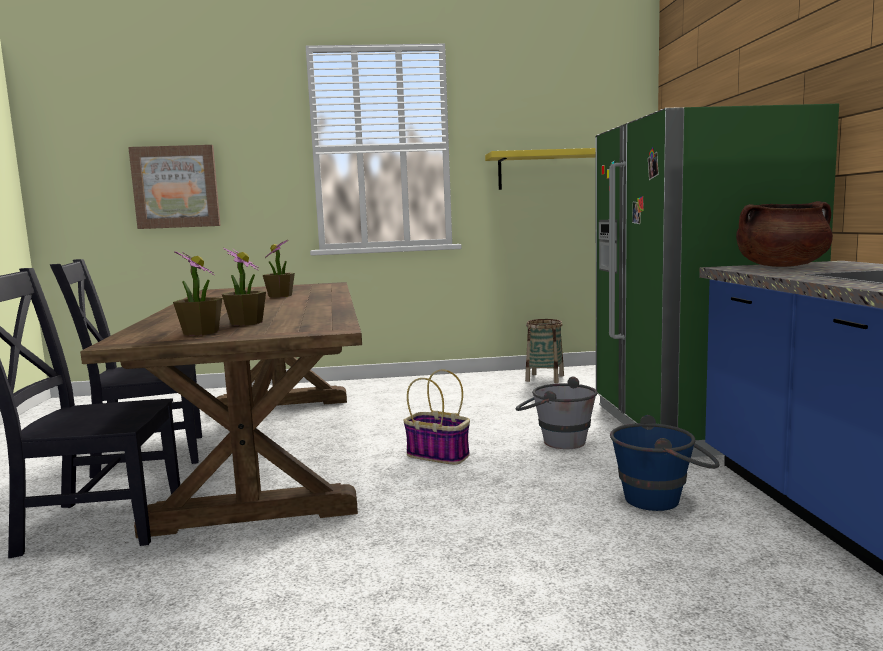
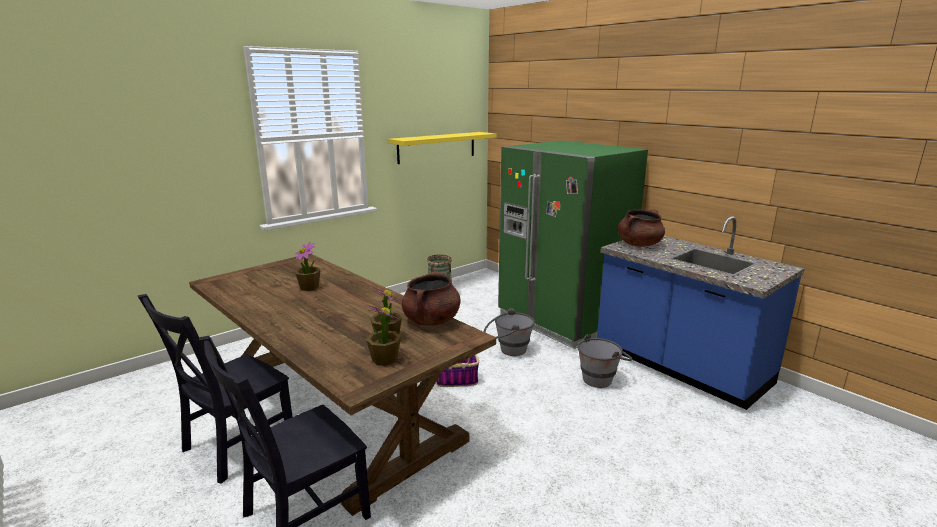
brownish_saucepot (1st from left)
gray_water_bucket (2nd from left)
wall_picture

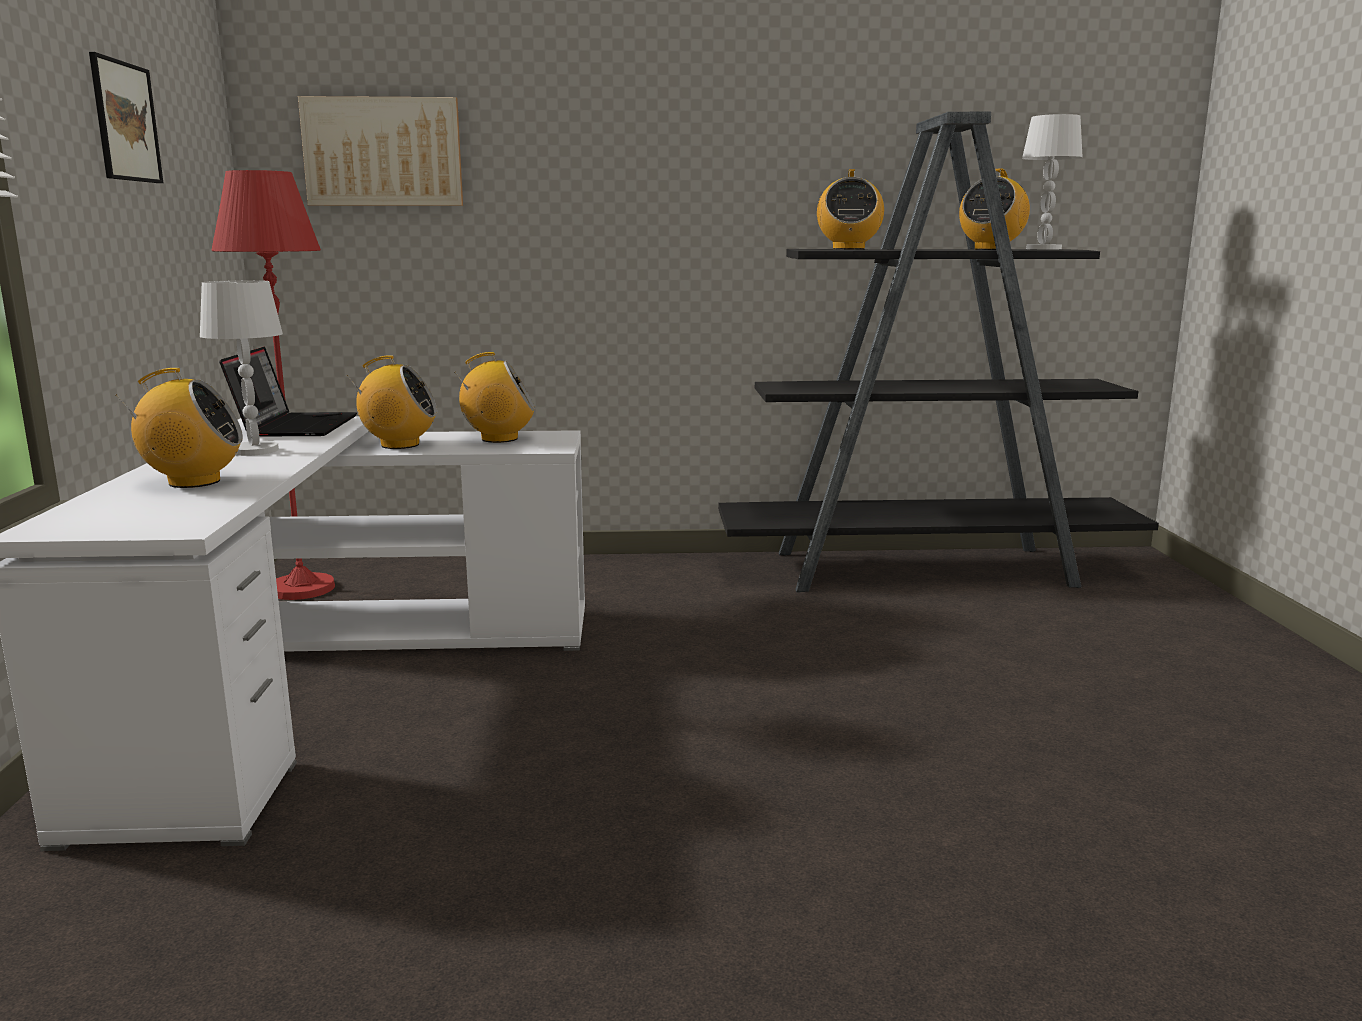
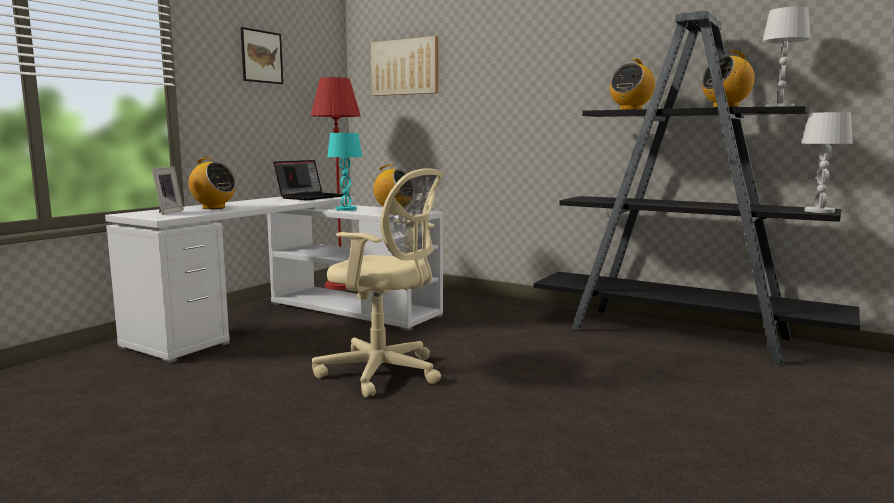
picture_frame
beige-coloured_computer_chair
blue-green_tabletop_lamp
whitish_tabletop_lamp (2nd from left)

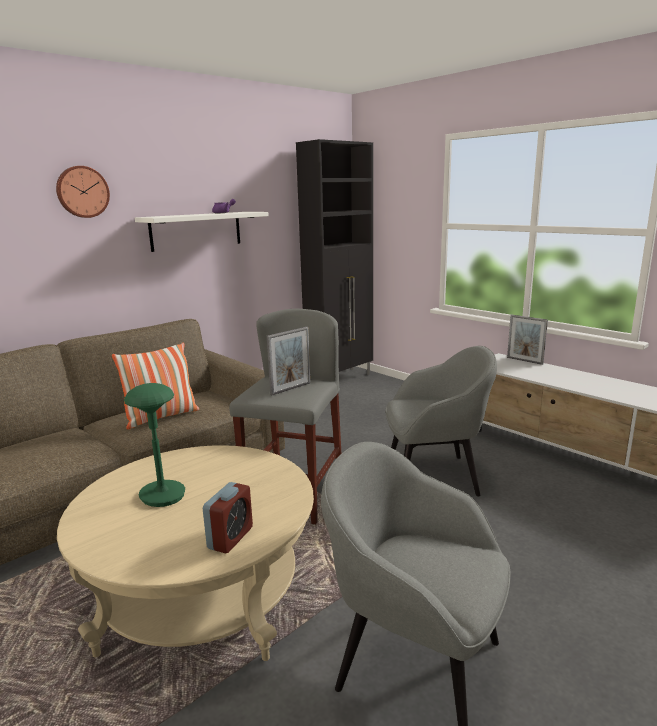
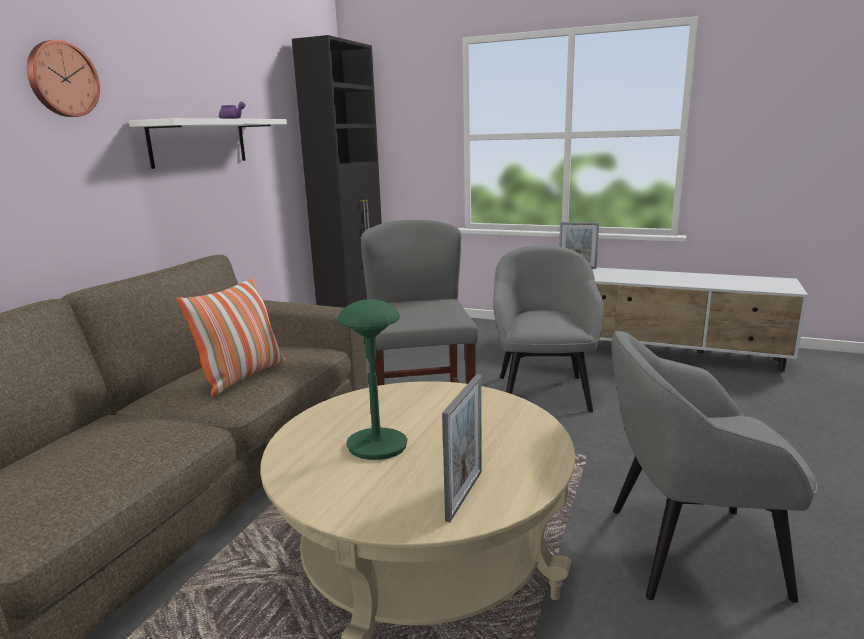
picture_frame (1st from left)
gray_easy_chair (1st from left)
table_clock

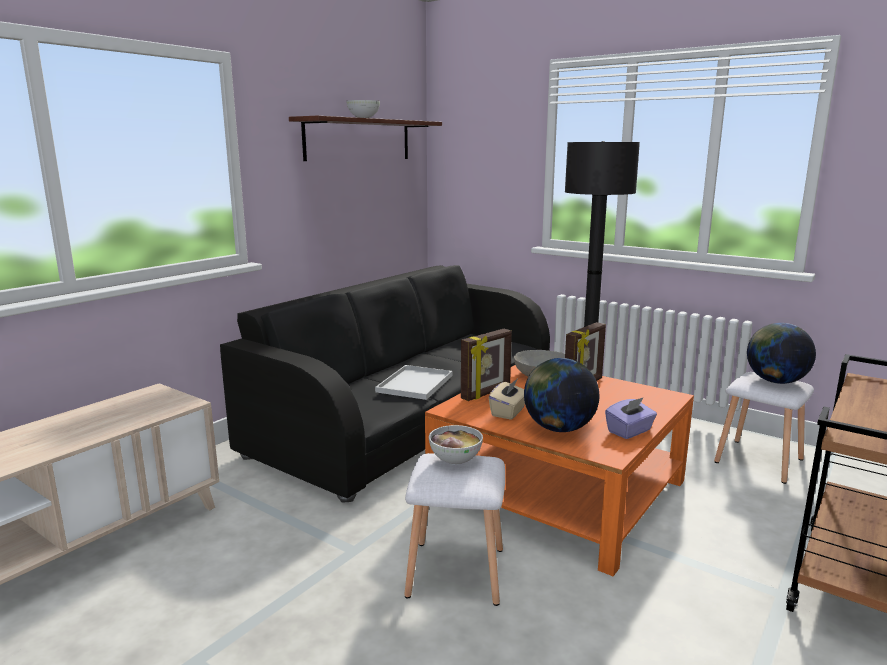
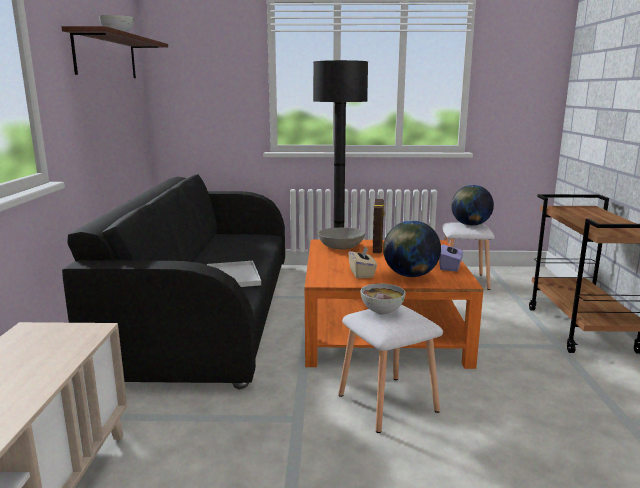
picture_frame (1st from left in the first image)

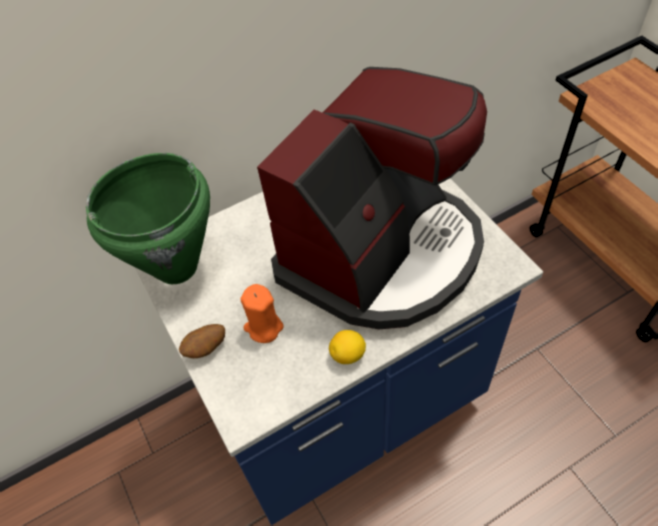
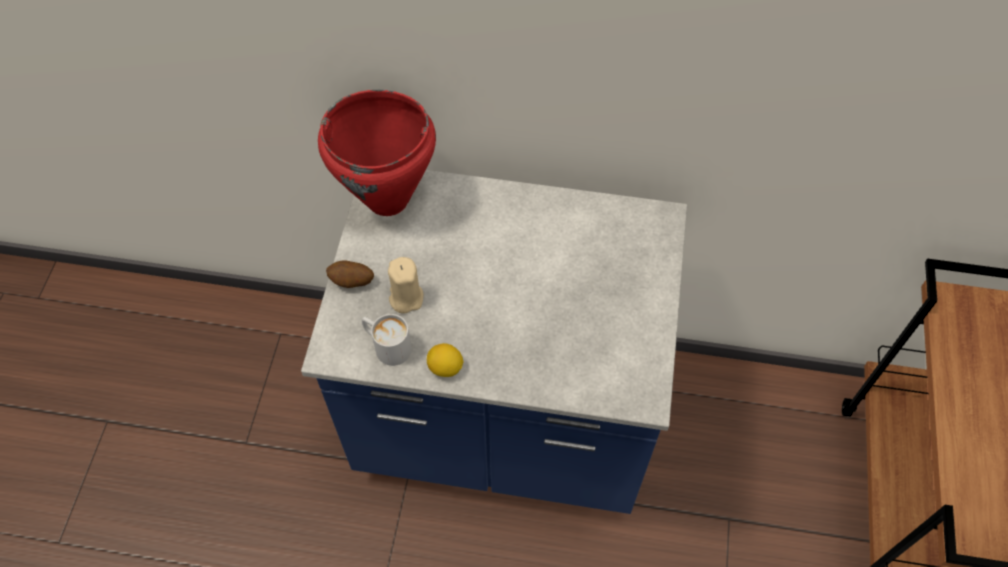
reddish_saucepot
whitish_tea_mug
beige-coloured_wax_light
coffee_brewer

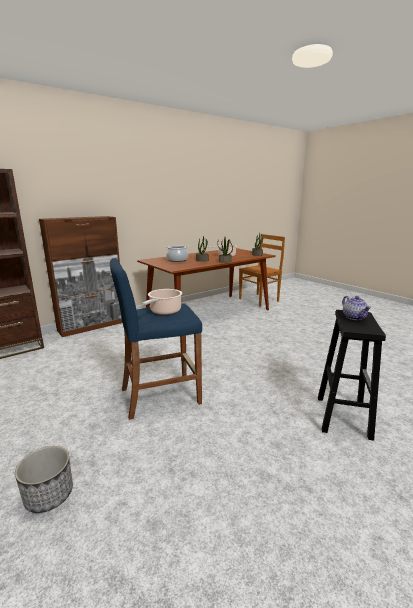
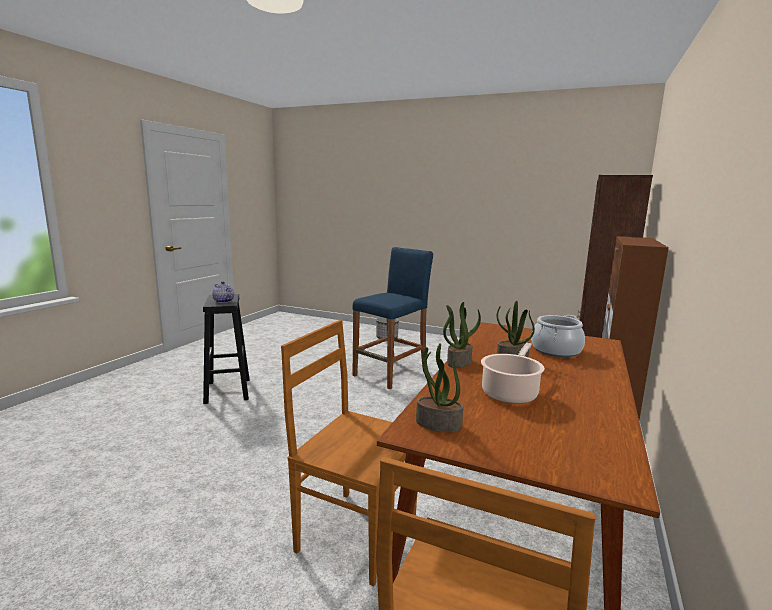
brownish_upright_chair (1st from left)
saucepot (1st from left in the first image)

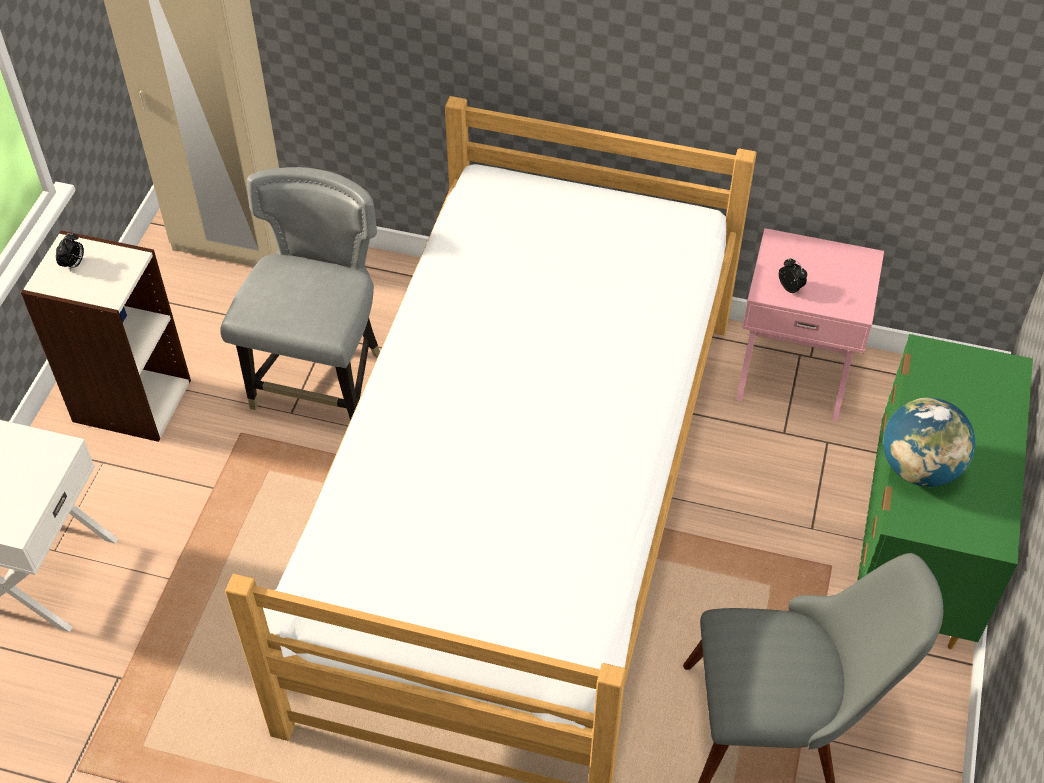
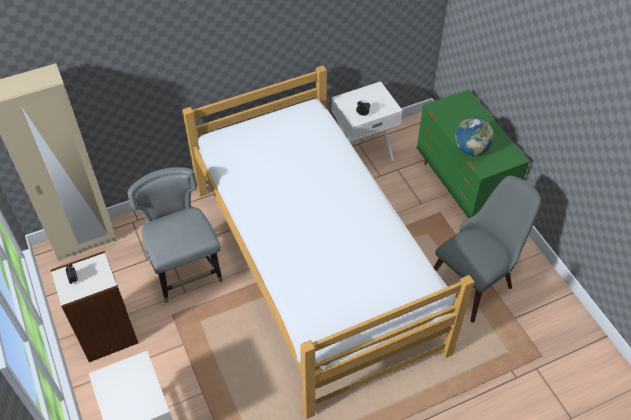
whitish_night_table (2nd from left)

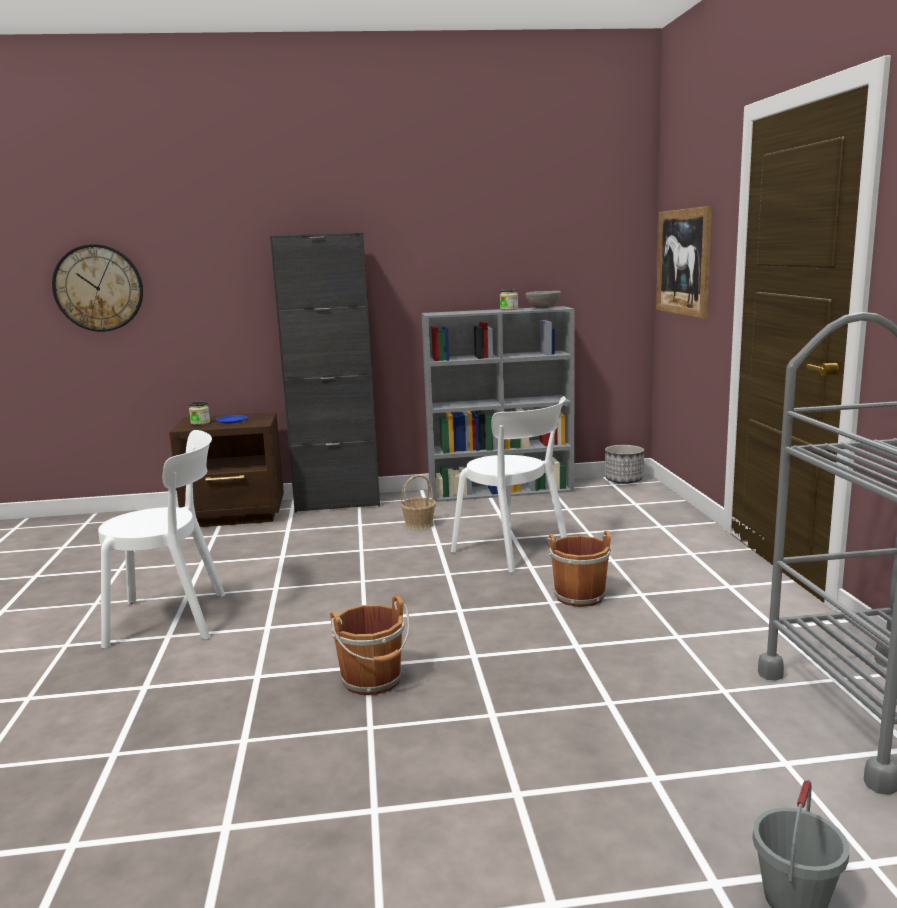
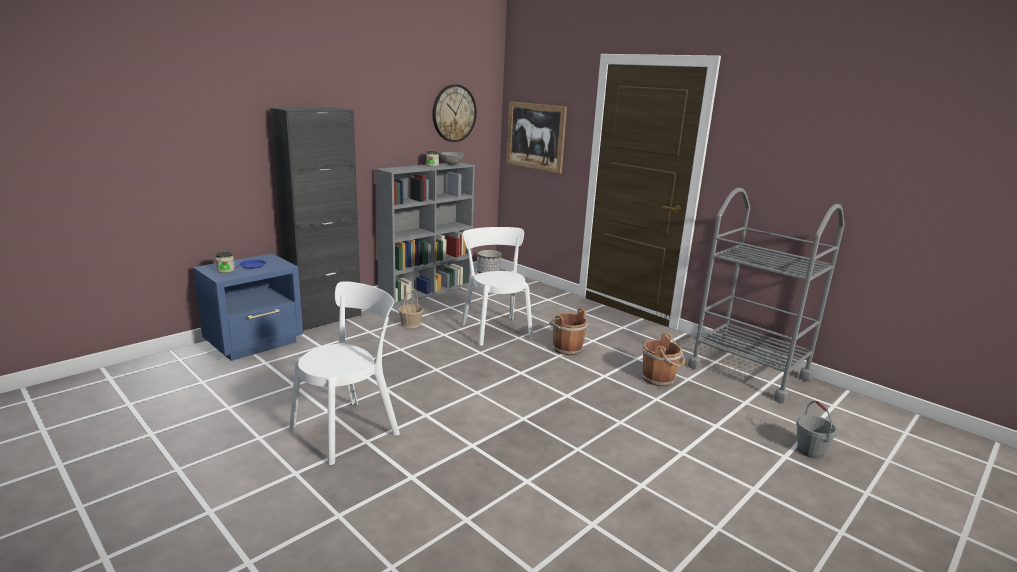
blue-coloured_night_table
hanging_clock
whitish_upright_chair (2nd from left)
brownish_water_bucket (2nd from left)

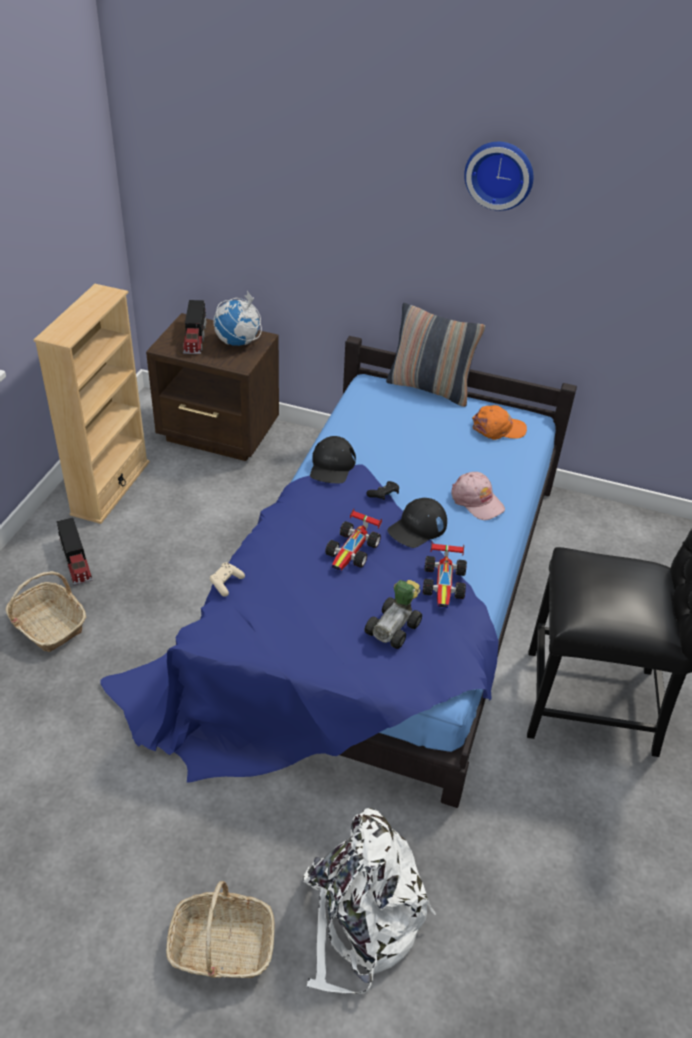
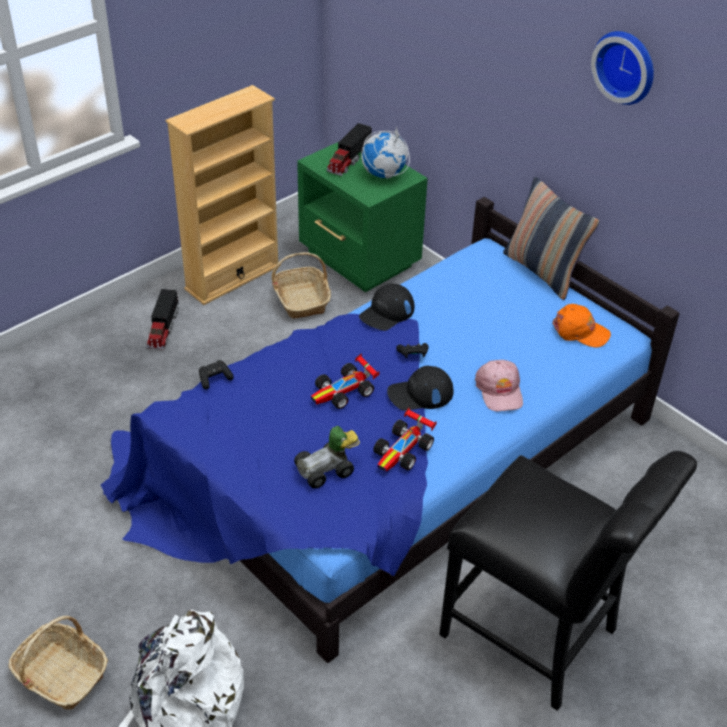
black_joypad (1st from left)
household_basket (2nd from left)
green-coloured_night_table

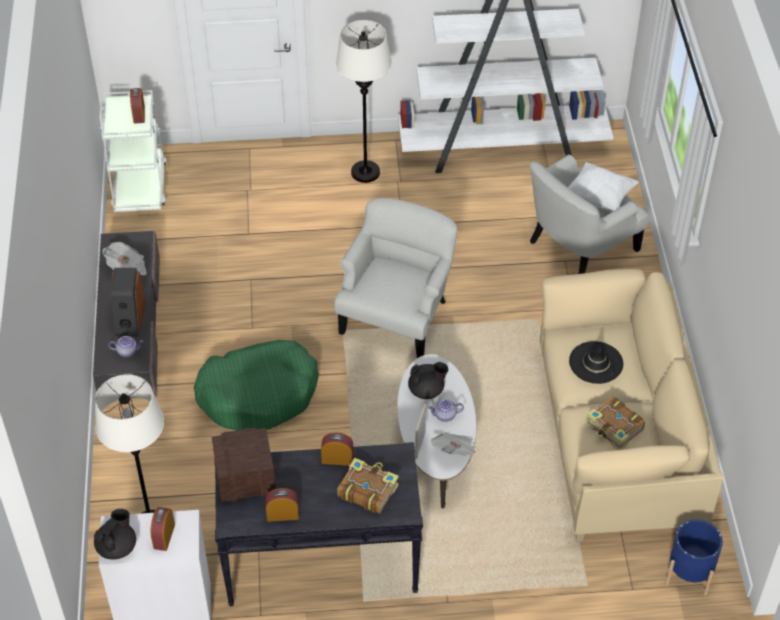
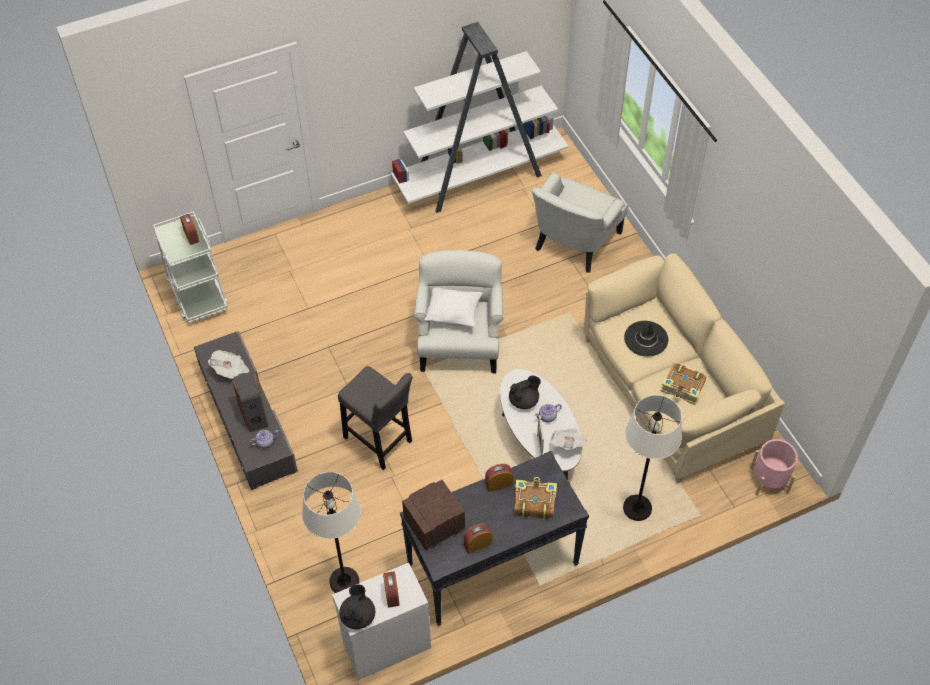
gray_stool_seat
whitish_throw_pillow
whitish_standard_lamp (2nd from left)
pinkish_flower_pot

